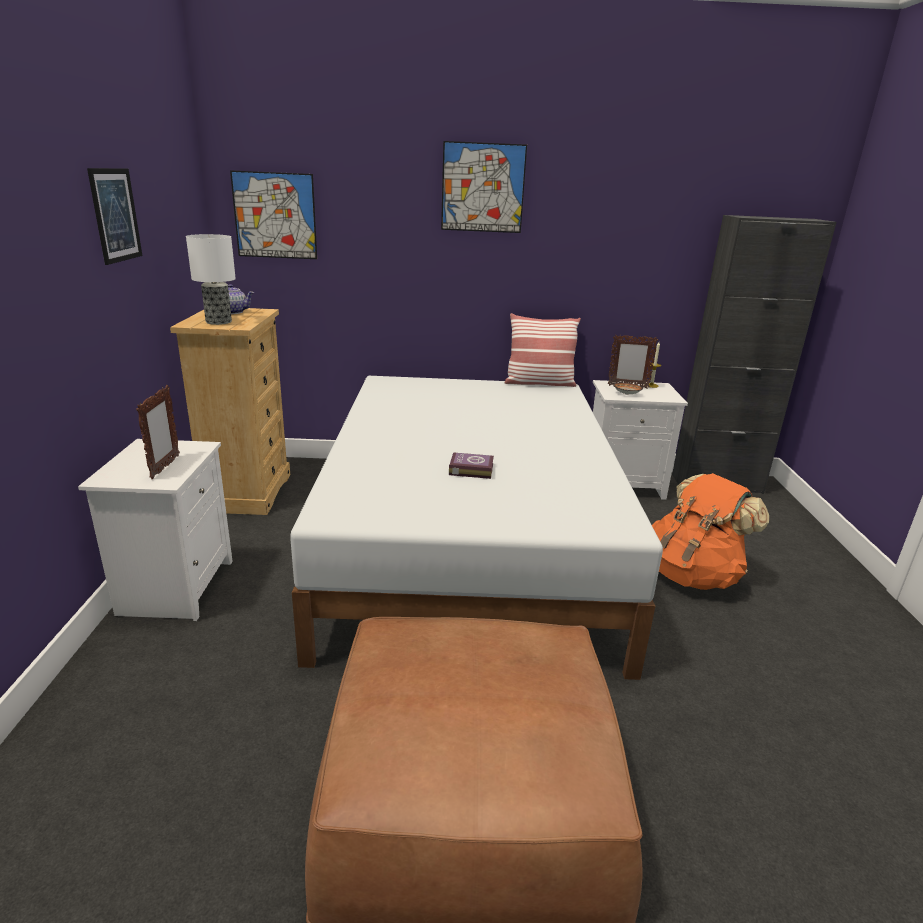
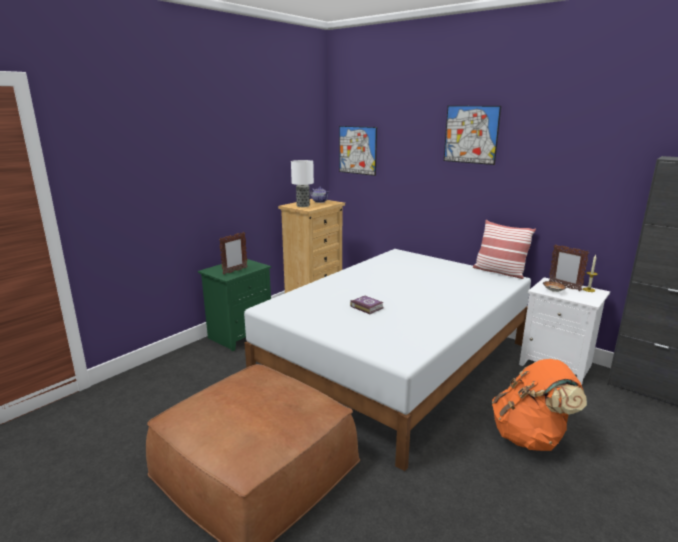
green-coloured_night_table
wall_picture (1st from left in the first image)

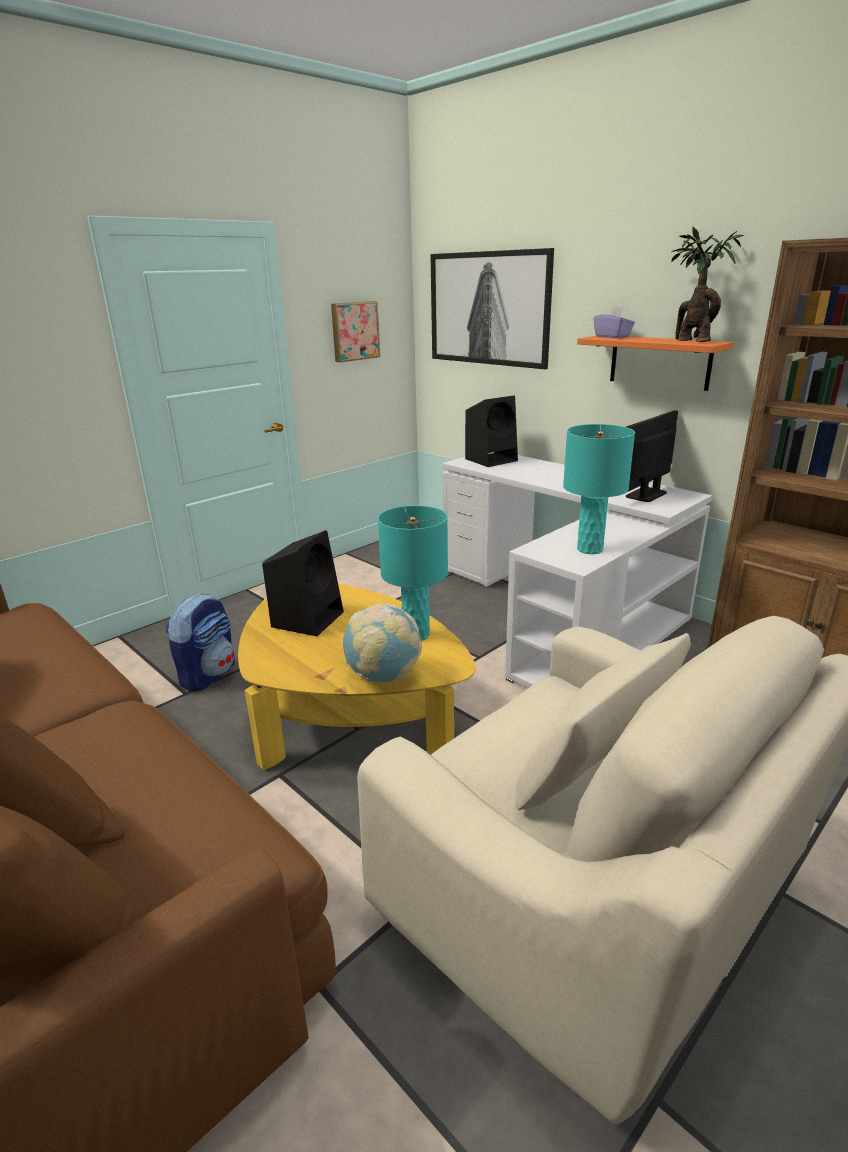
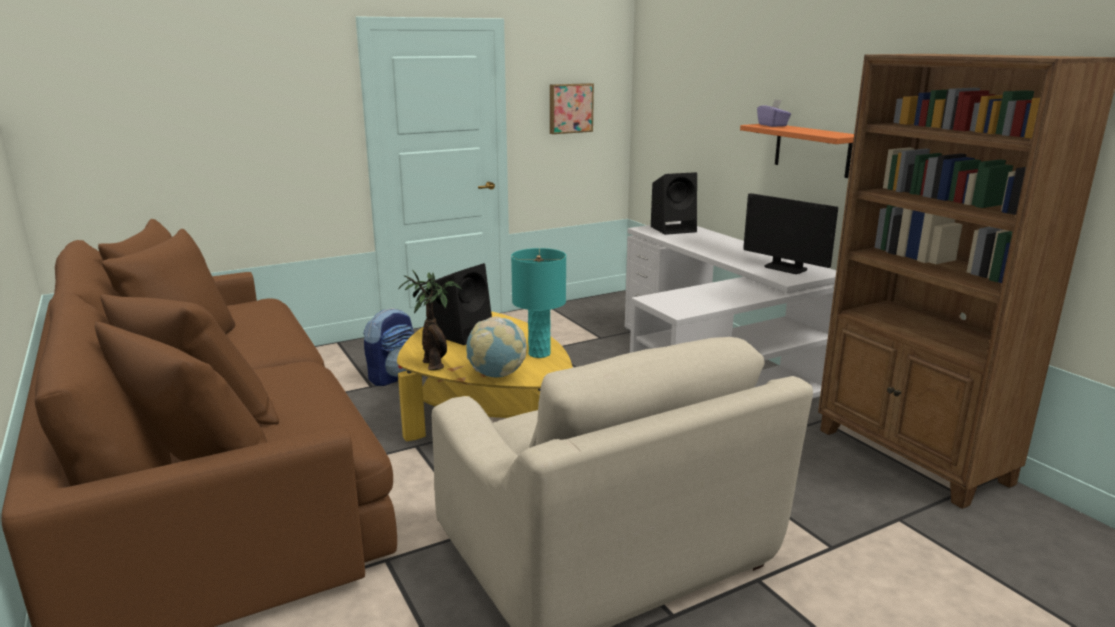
potted_plant
monitor
wall_picture (2nd from left in the first image)
blue-green_tabletop_lamp (2nd from left in the first image)

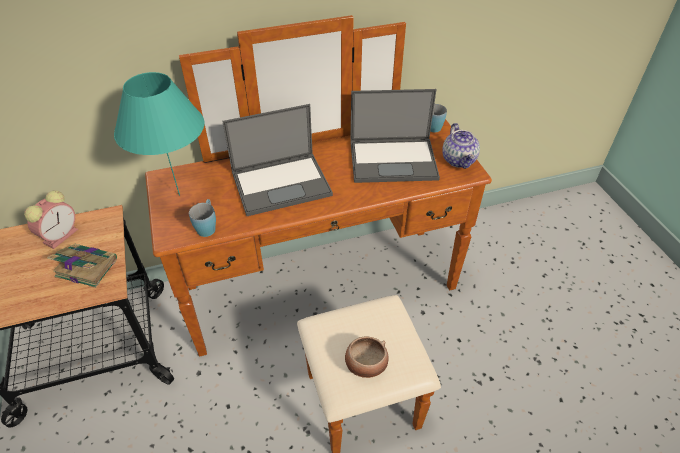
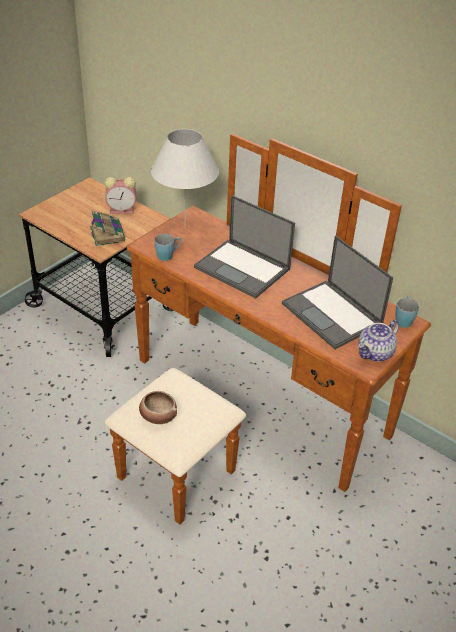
whitish_tabletop_lamp

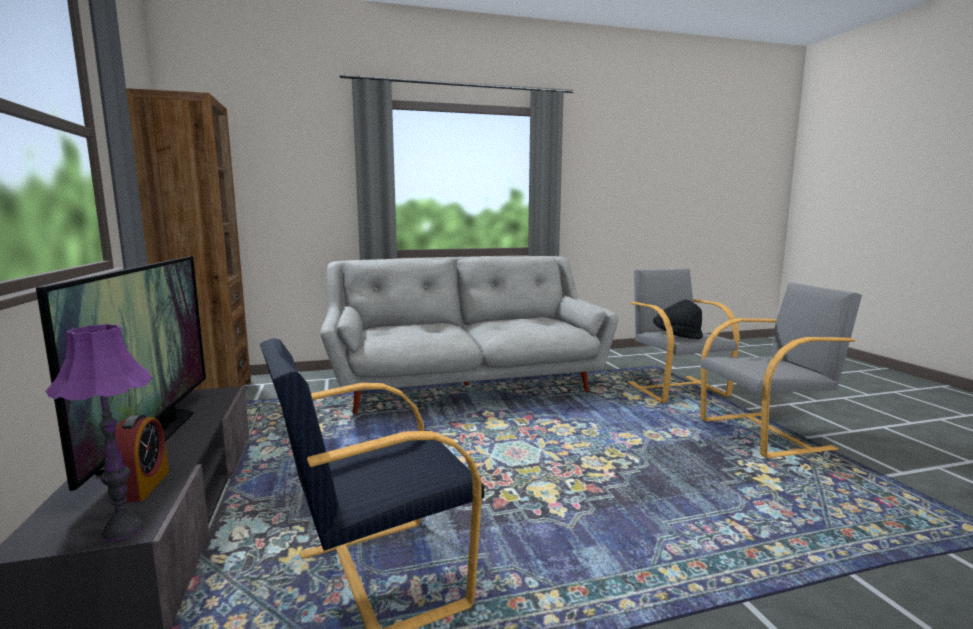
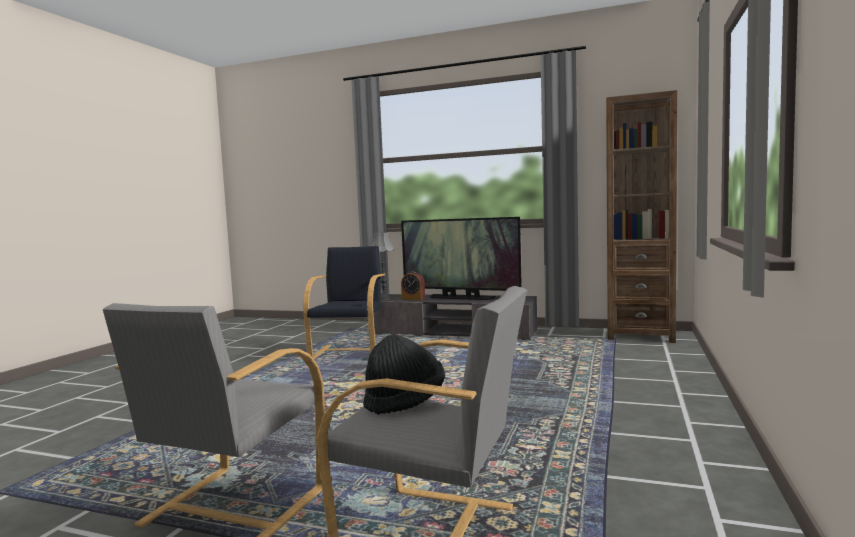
gray_tabletop_lamp
gray_settee

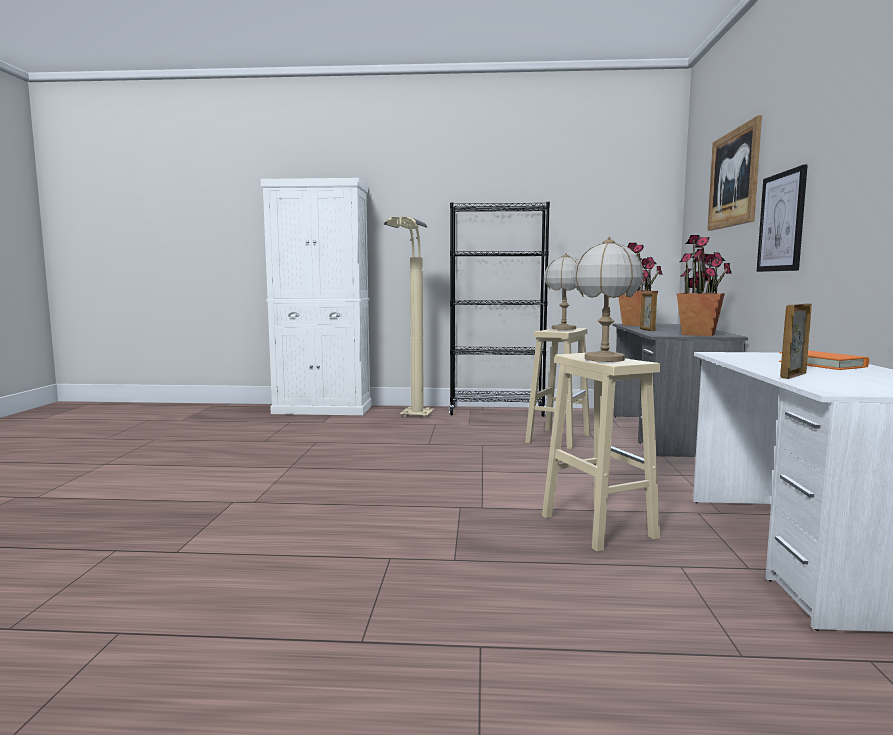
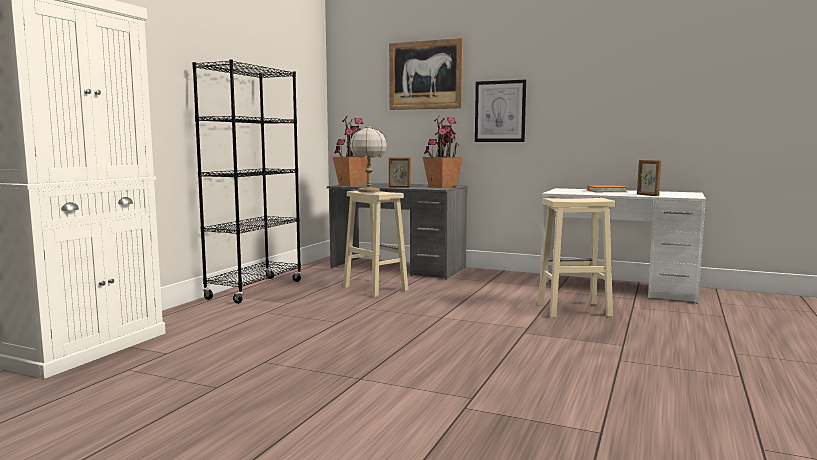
beige-coloured_standard_lamp
tabletop_lamp (2nd from left in the first image)

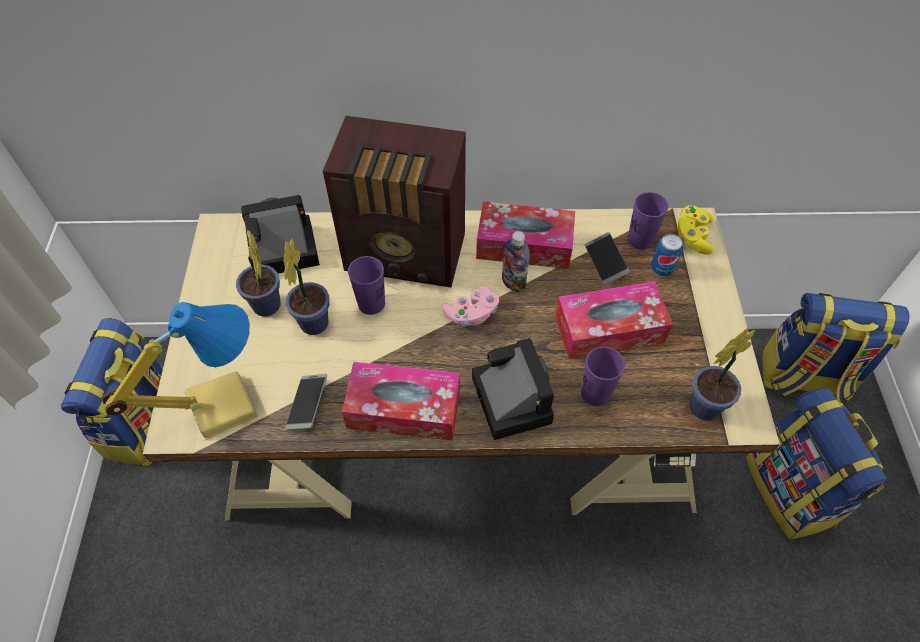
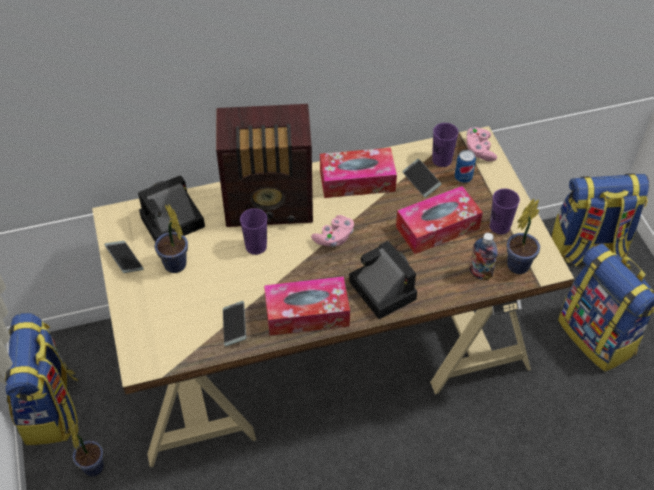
potted_plant (1st from left)
telephone (1st from left)
pinkish_joypad (2nd from left)
drink_bottle
purple_small_cup (3rd from left)
tabletop_lamp

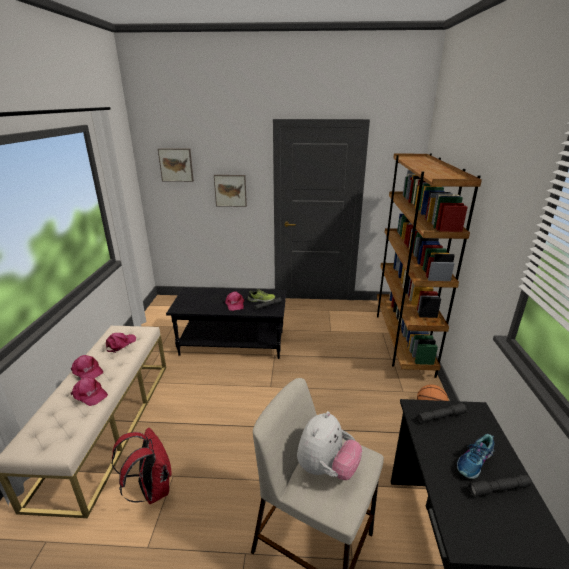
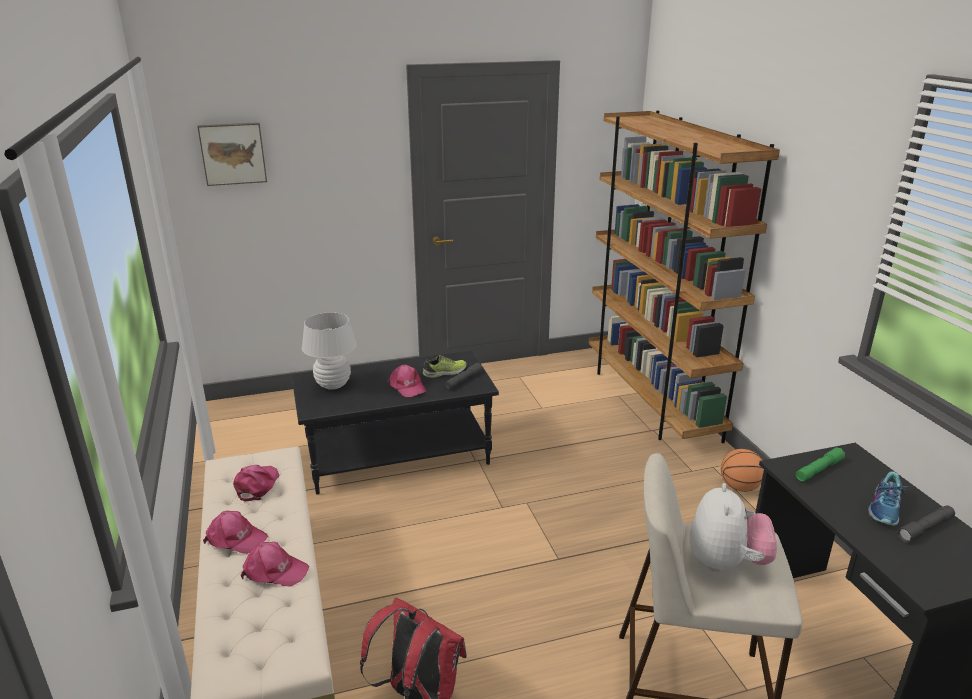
whitish_tabletop_lamp
green-coloured_torch
wall_picture (2nd from left in the first image)

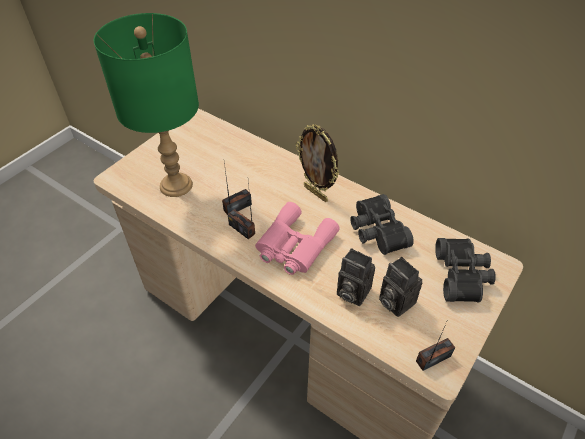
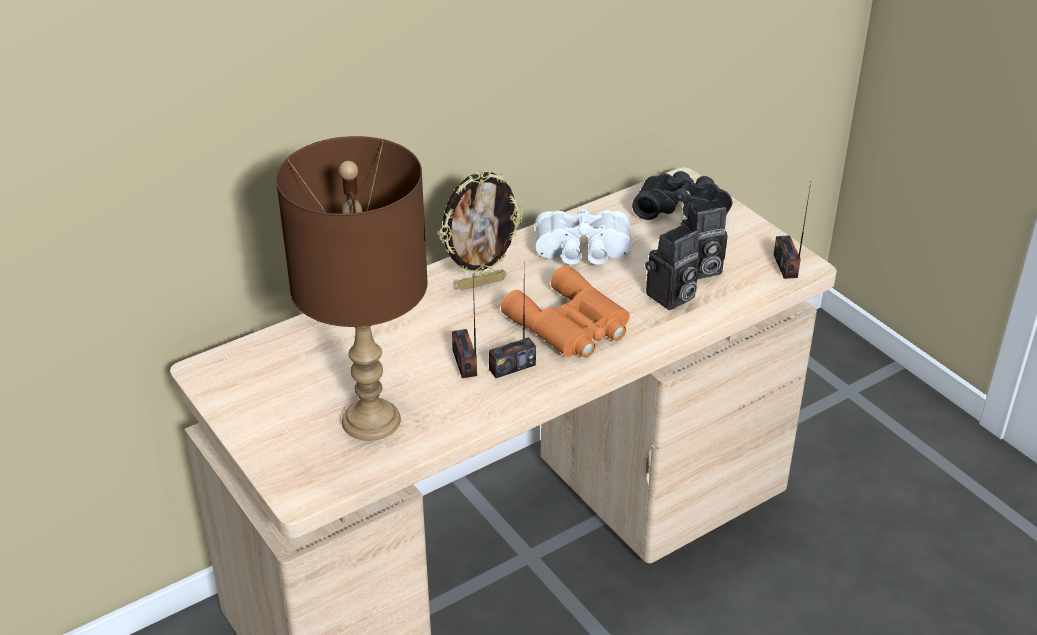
brownish_tabletop_lamp
orange_pair_of_binoculars
whitish_pair_of_binoculars

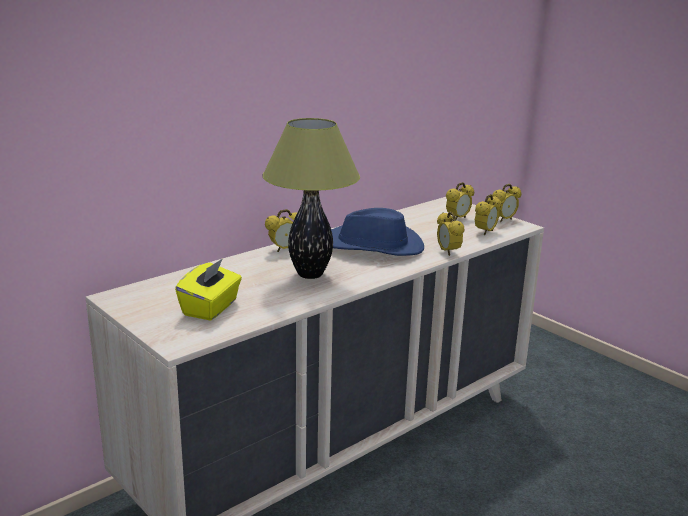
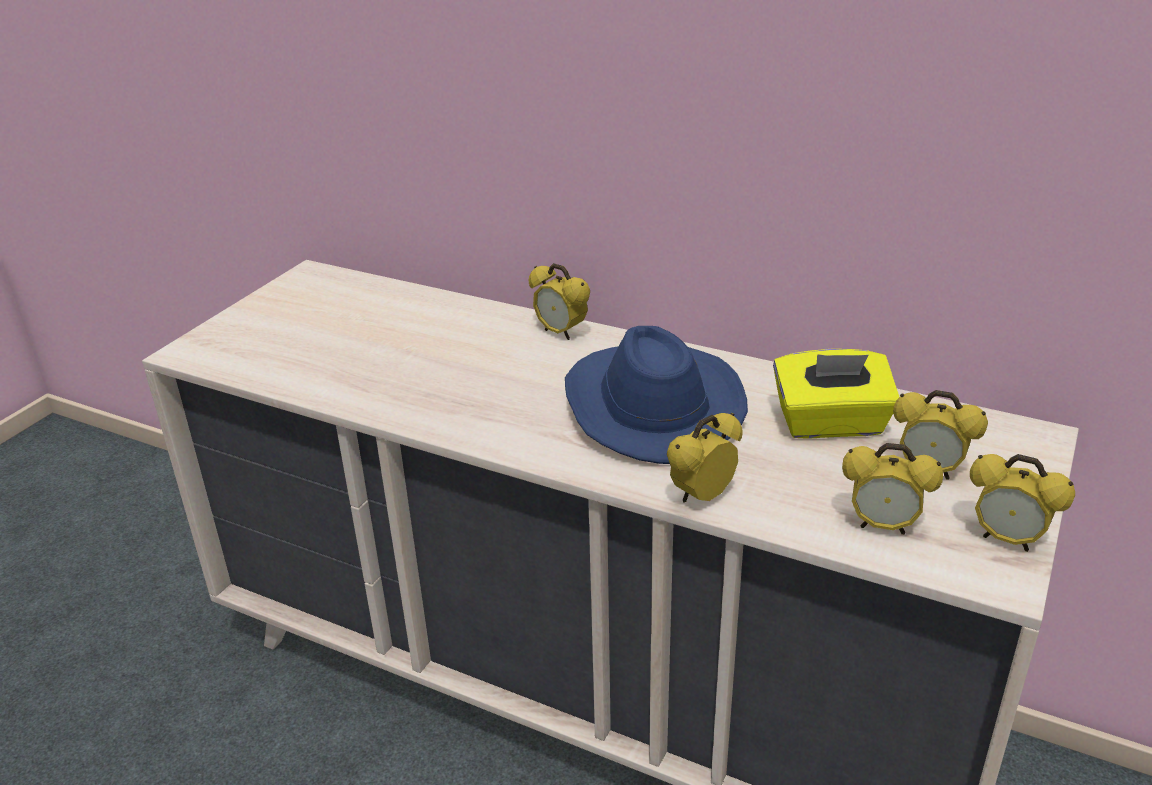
yellow-coloured_tissue_holder
tabletop_lamp

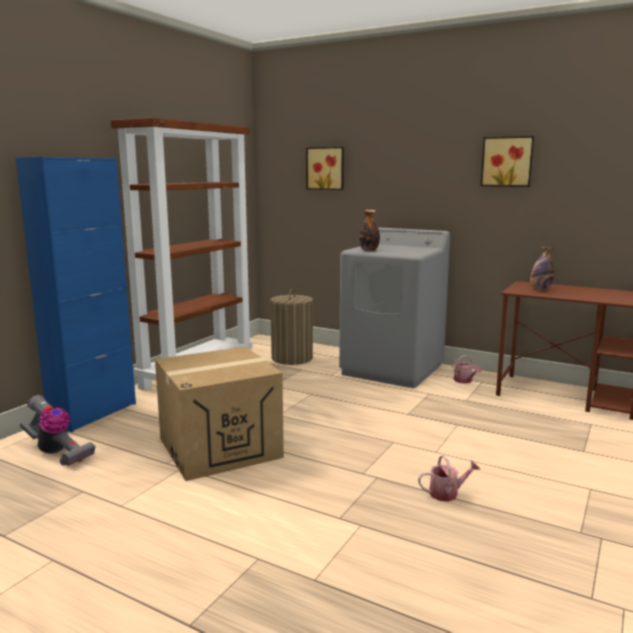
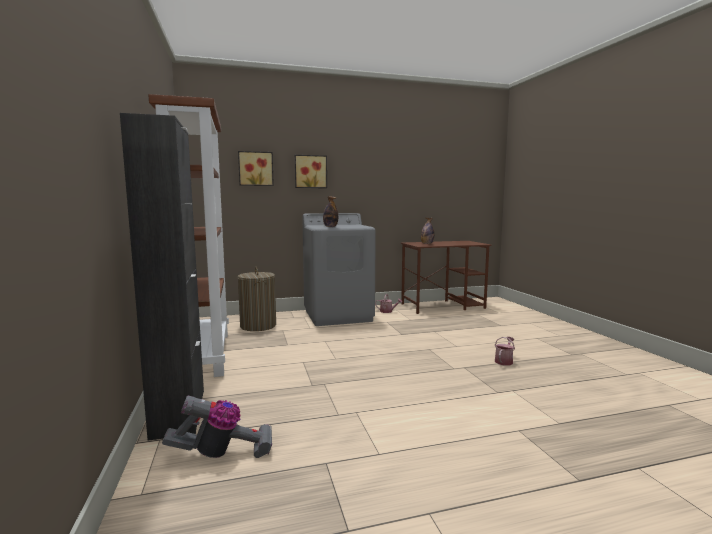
black_storage_cabinet
wall_picture (2nd from left)
packing_box

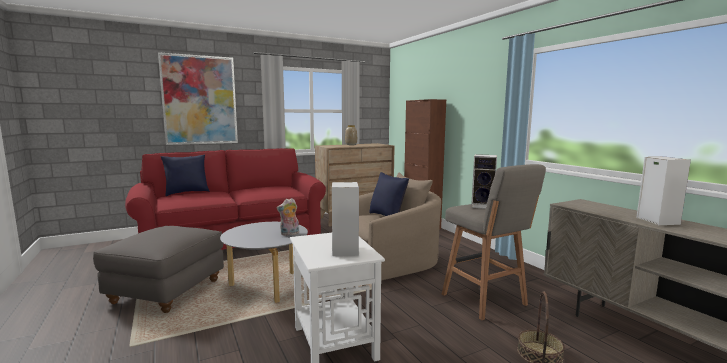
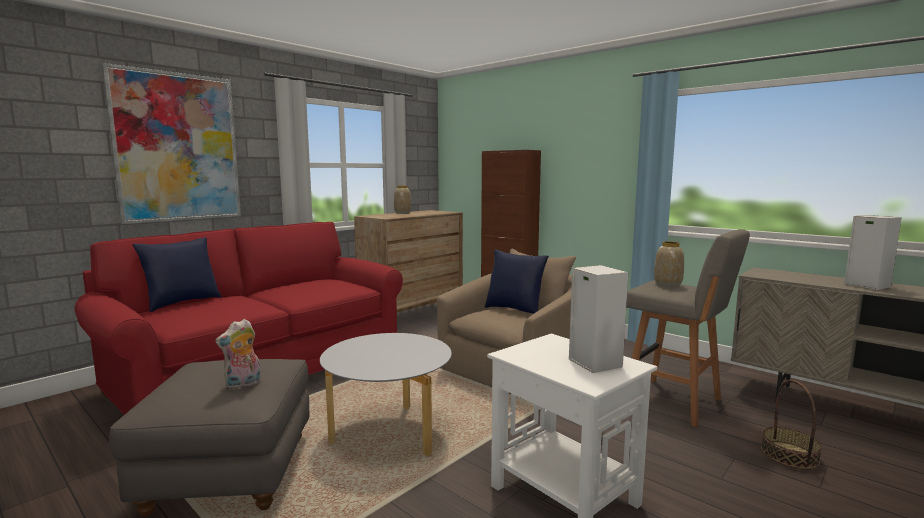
soft_toy
decorative_vase (2nd from left)

